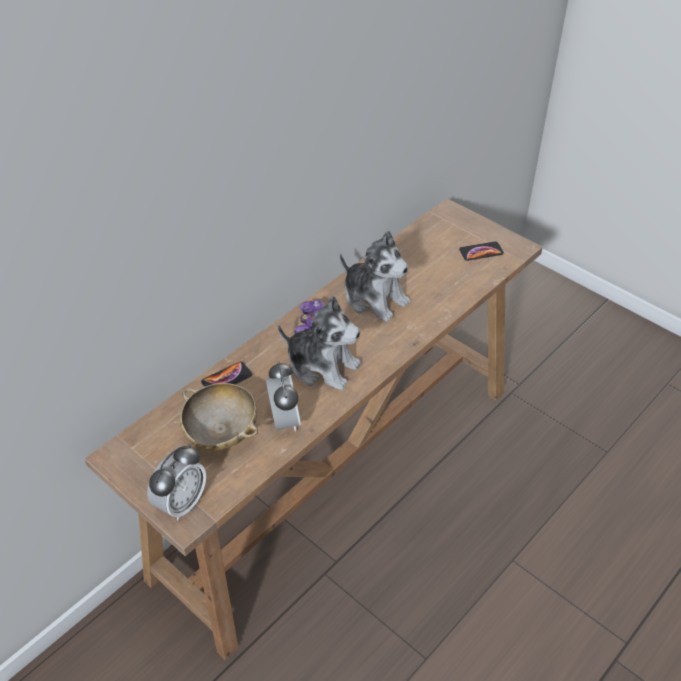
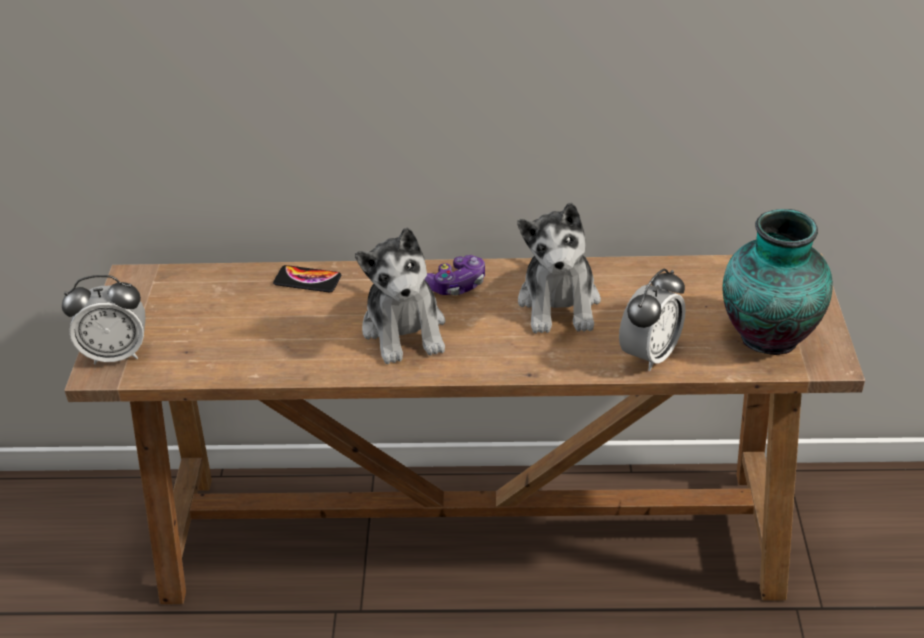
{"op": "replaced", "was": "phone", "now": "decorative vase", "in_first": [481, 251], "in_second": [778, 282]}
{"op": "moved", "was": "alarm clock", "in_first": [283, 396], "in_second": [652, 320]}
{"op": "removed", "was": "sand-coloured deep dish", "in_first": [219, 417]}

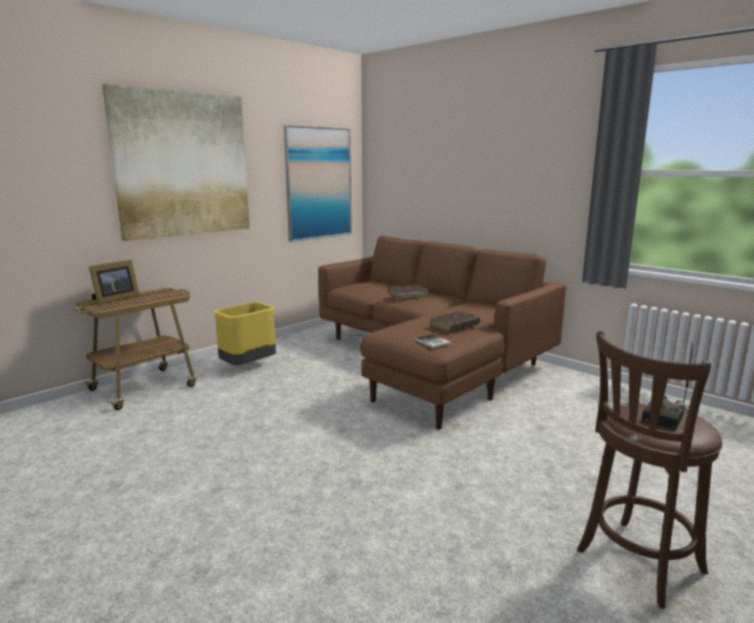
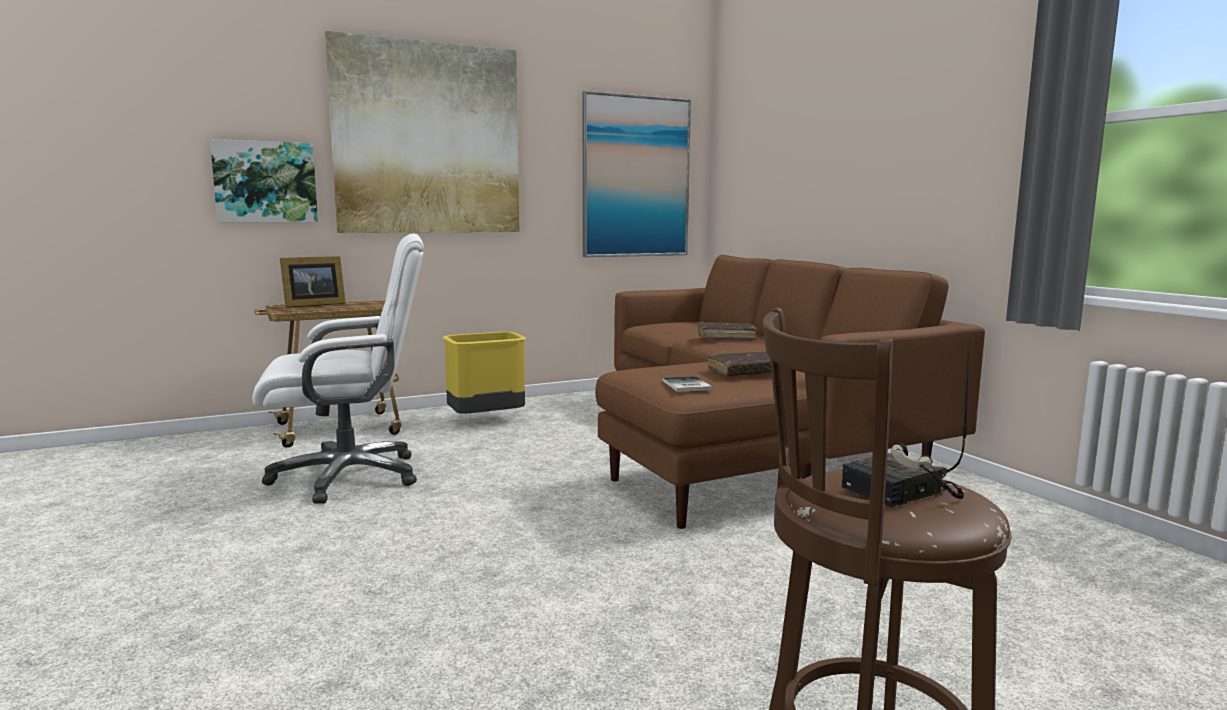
{"op": "added", "now": "wall art", "in_second": [264, 181]}
{"op": "added", "now": "white computer chair", "in_second": [338, 369]}

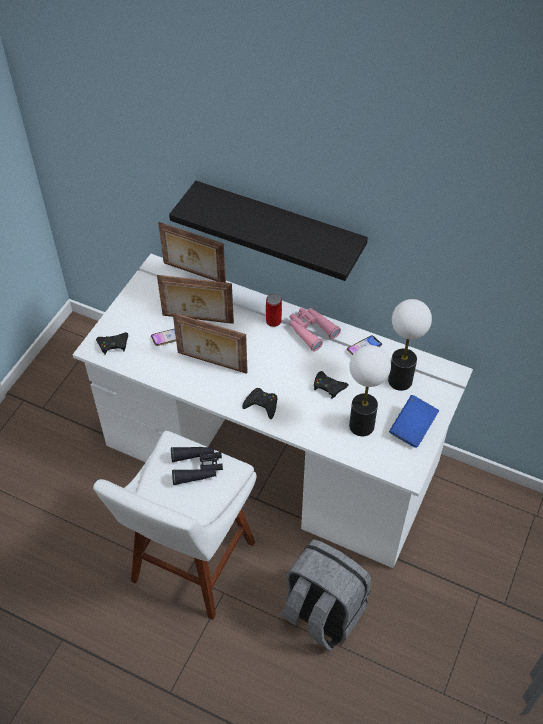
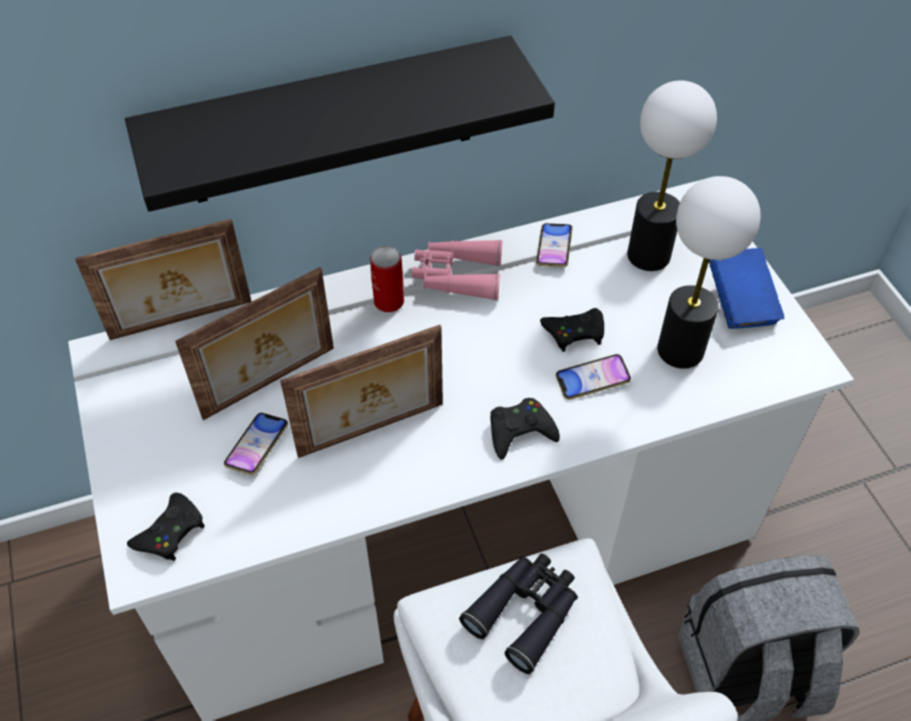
{"op": "added", "now": "phone", "in_second": [593, 377]}

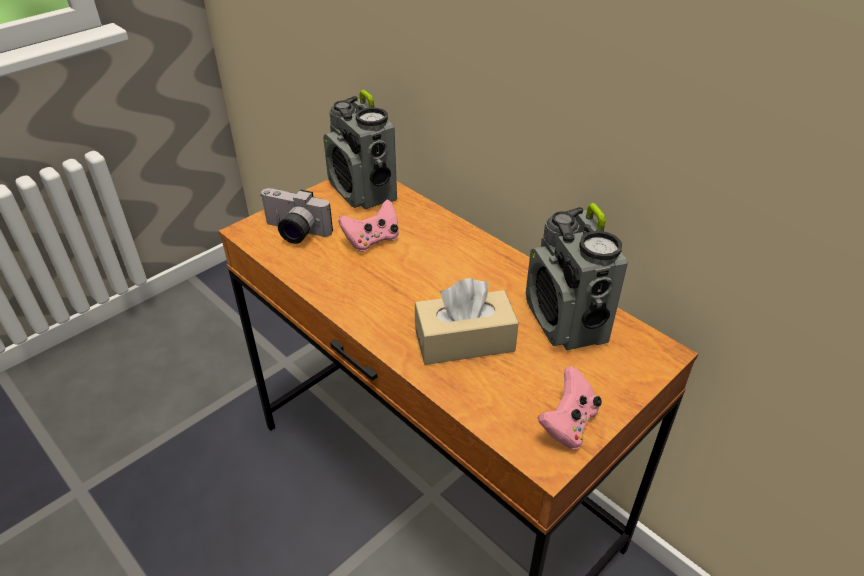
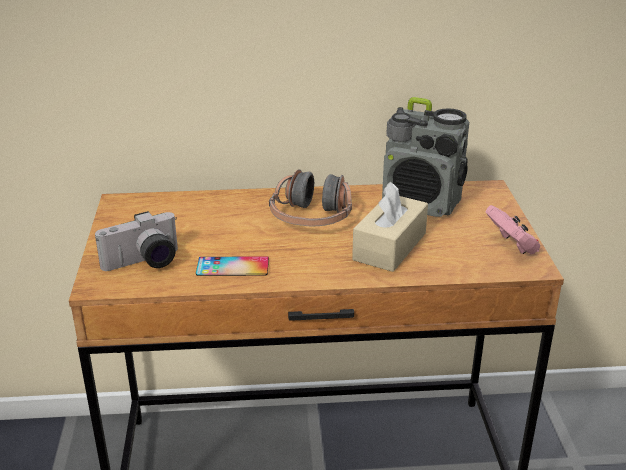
{"op": "removed", "was": "radio", "in_first": [360, 149]}
{"op": "removed", "was": "pinkish gamepad", "in_first": [368, 225]}
{"op": "added", "now": "headphones", "in_second": [310, 198]}
{"op": "added", "now": "phone", "in_second": [232, 266]}

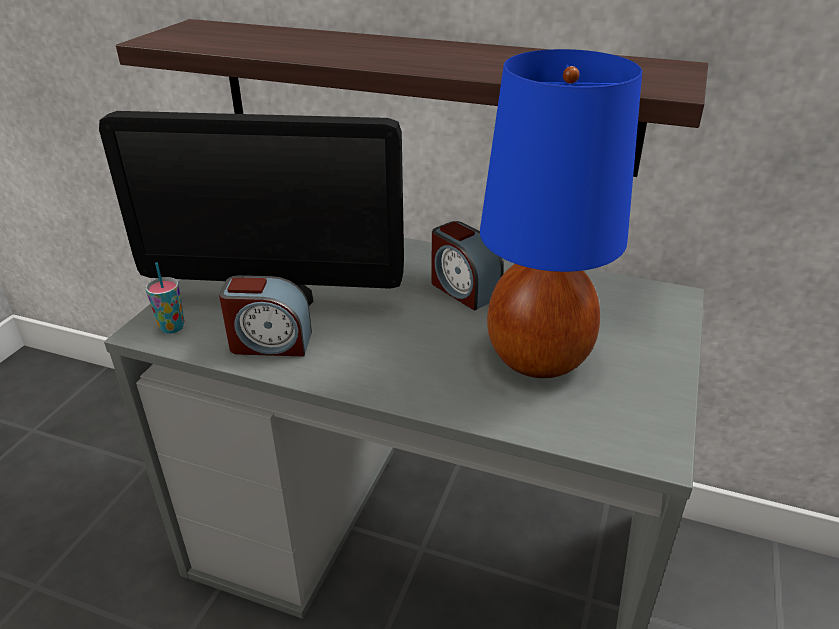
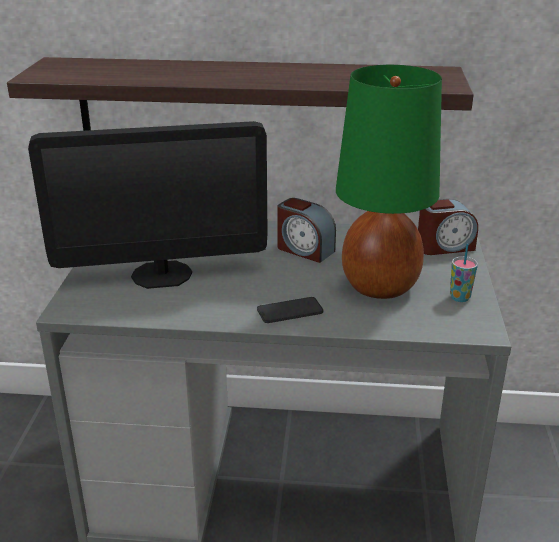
{"op": "recoloured", "was": "blue-coloured tabletop lamp", "now": "green tabletop lamp", "in_first": [561, 213], "in_second": [389, 182]}
{"op": "moved", "was": "drinking cup", "in_first": [165, 298], "in_second": [464, 273]}
{"op": "moved", "was": "alarm clock", "in_first": [265, 316], "in_second": [448, 227]}
{"op": "added", "now": "phone", "in_second": [290, 310]}

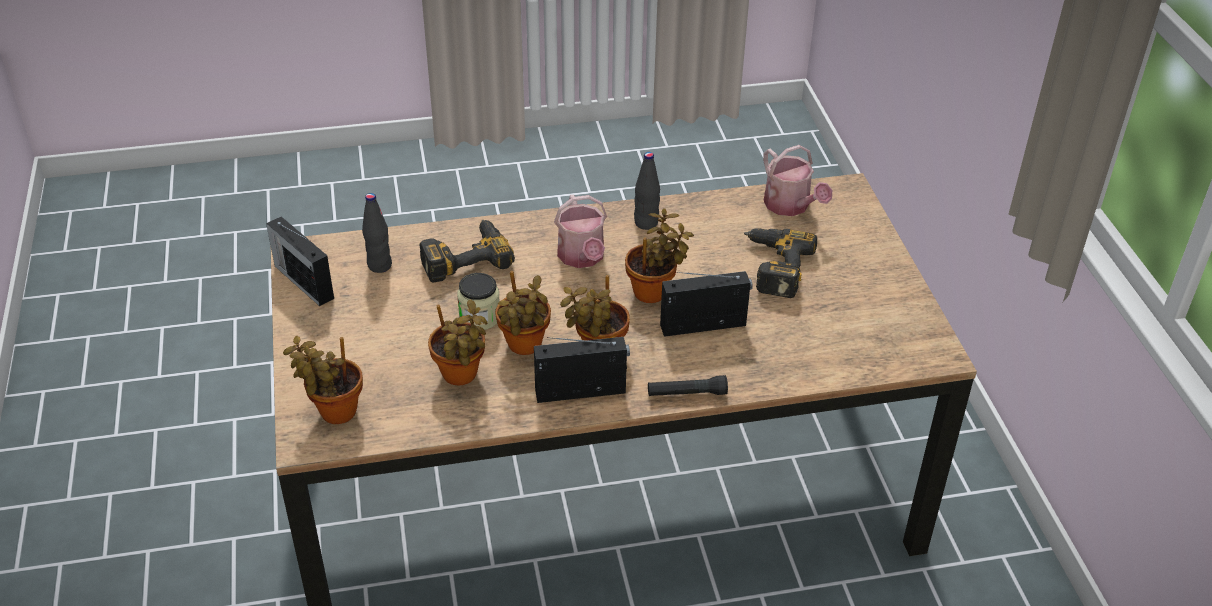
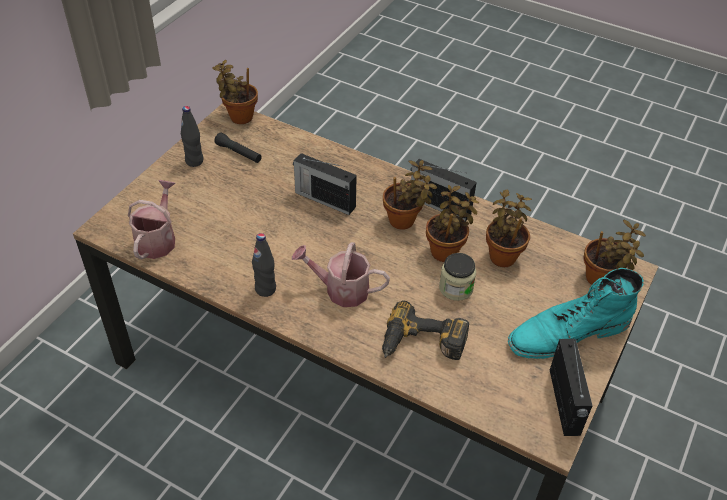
{"op": "moved", "was": "blackish bottle", "in_first": [377, 233], "in_second": [192, 136]}
{"op": "turned", "was": "watering can", "in_first": [580, 231], "in_second": [341, 274], "clockwise": -105}
{"op": "moved", "was": "plant in a pot", "in_first": [659, 255], "in_second": [235, 92]}
{"op": "removed", "was": "electric drill", "in_first": [780, 263]}
{"op": "moved", "was": "blackish hand torch", "in_first": [688, 385], "in_second": [238, 147]}
{"op": "added", "now": "blue-green high-top boot", "in_second": [576, 313]}

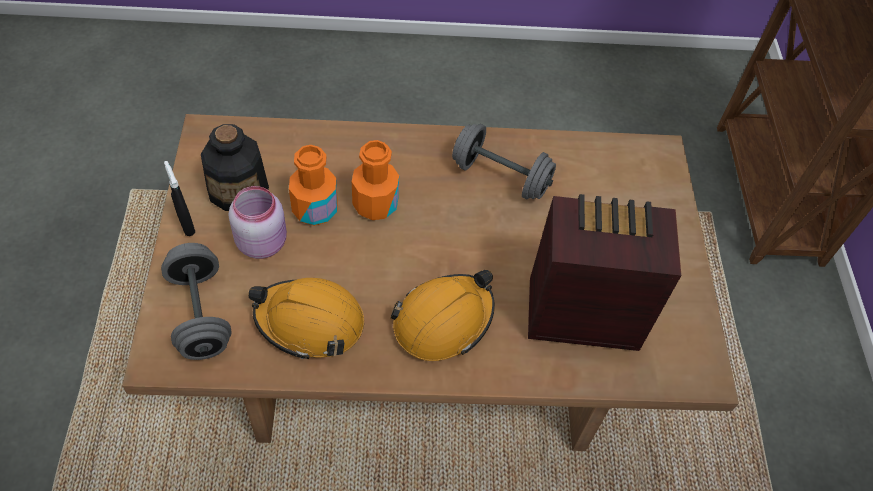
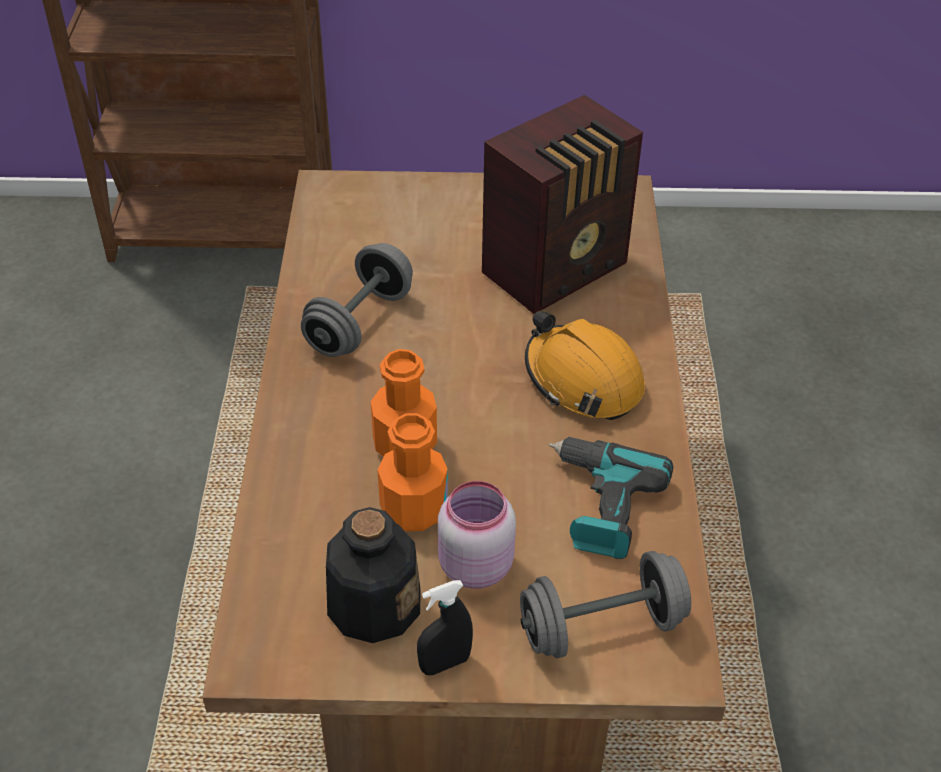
{"op": "turned", "was": "radio", "in_first": [604, 272], "in_second": [562, 204], "clockwise": -135}
{"op": "replaced", "was": "orange work helmet", "now": "electric drill", "in_first": [306, 318], "in_second": [611, 498]}

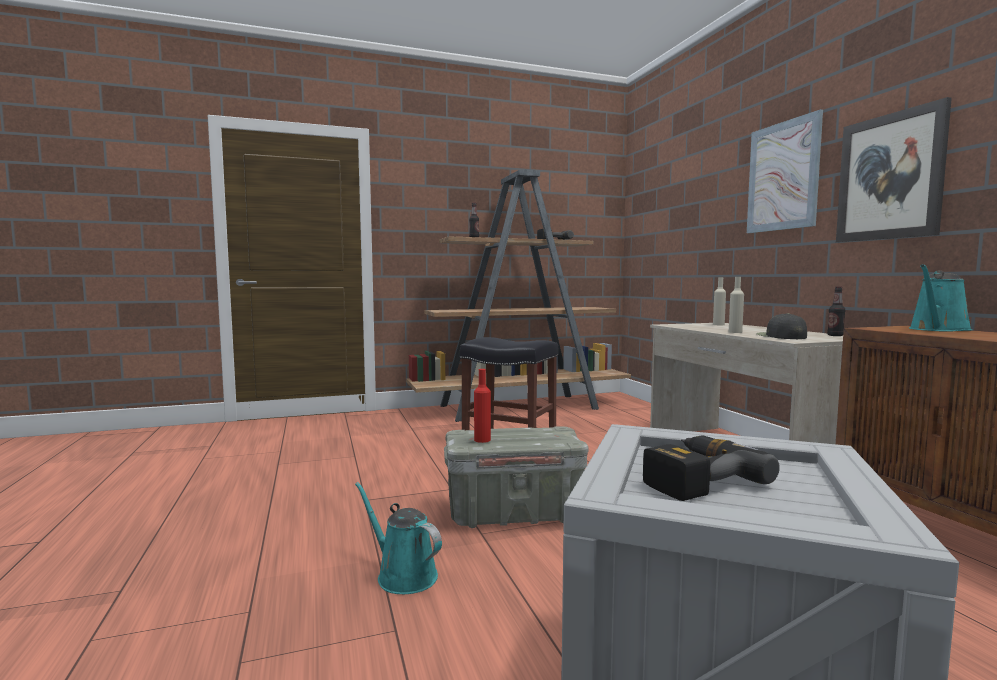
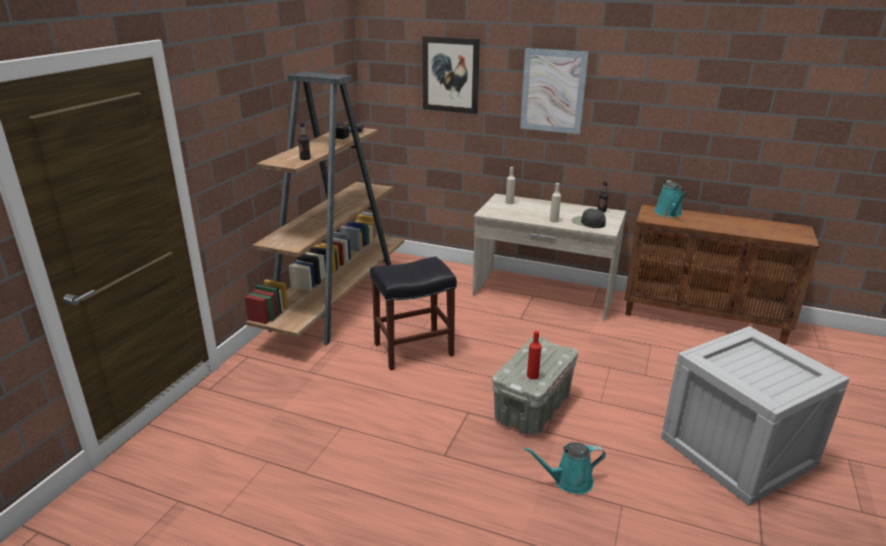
{"op": "moved", "was": "wall art", "in_first": [894, 170], "in_second": [451, 75]}
{"op": "removed", "was": "electric drill", "in_first": [711, 468]}

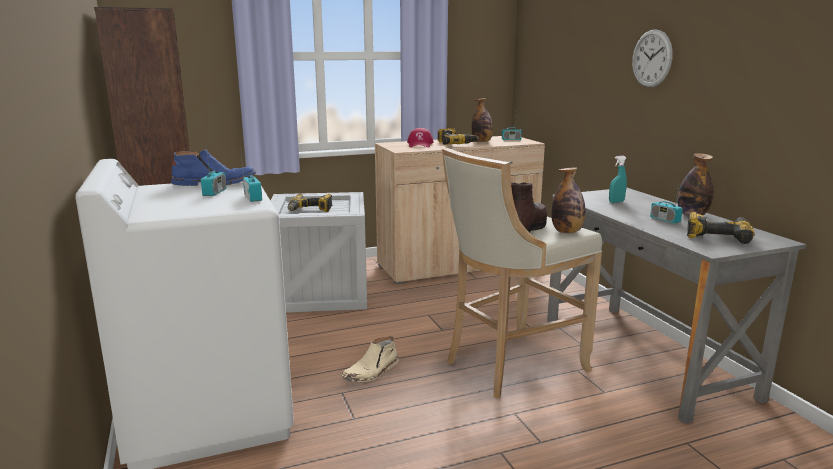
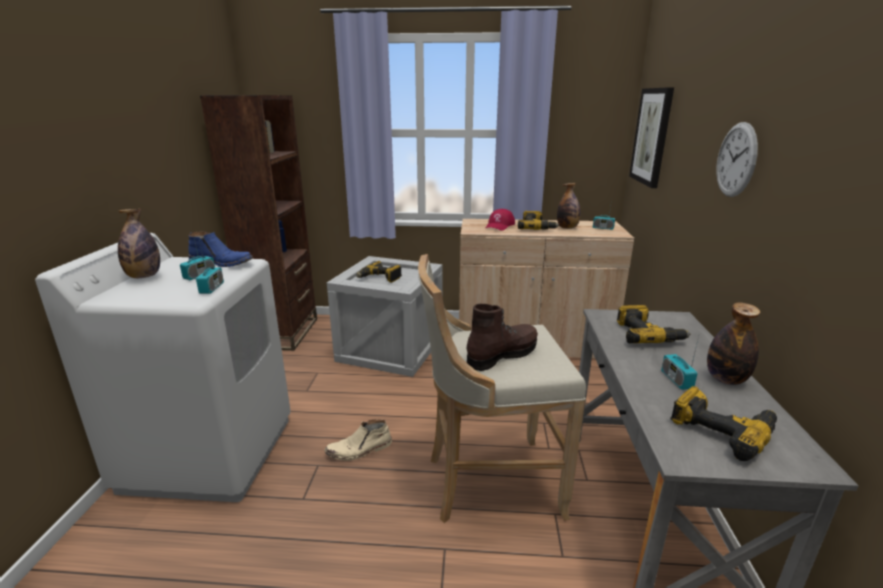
{"op": "replaced", "was": "blue-green spray bottle", "now": "electric drill", "in_first": [618, 179], "in_second": [653, 324]}
{"op": "moved", "was": "bottle", "in_first": [568, 200], "in_second": [139, 243]}
{"op": "added", "now": "wall art", "in_second": [651, 137]}

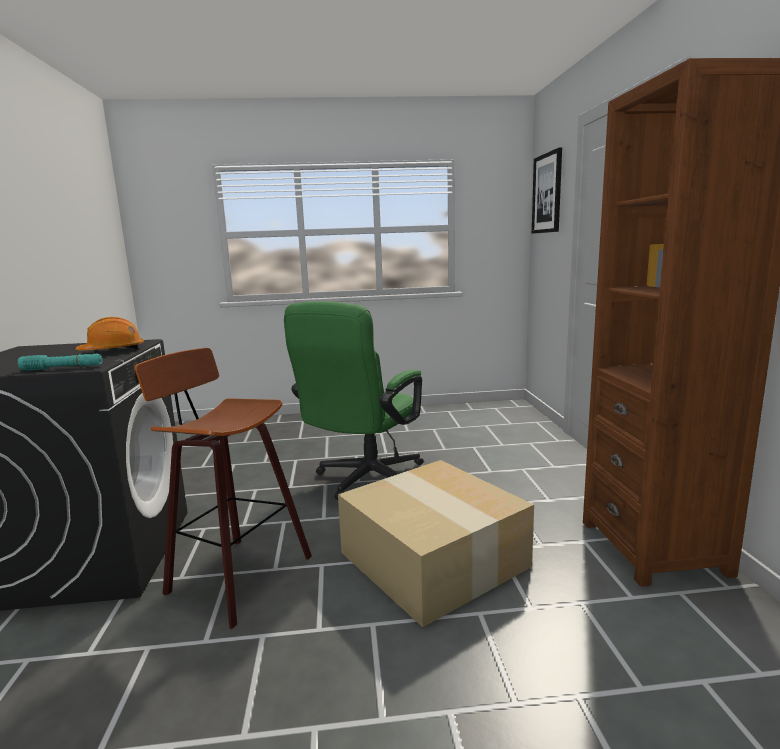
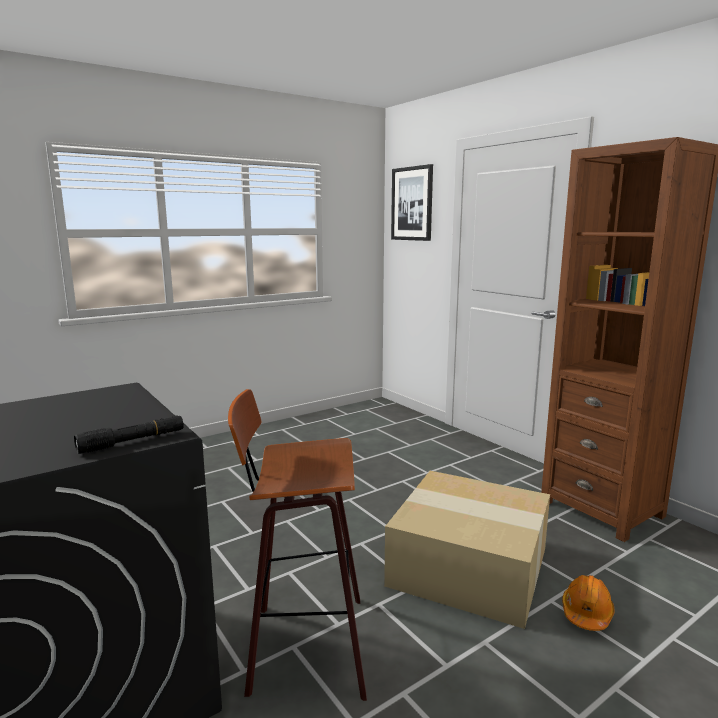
{"op": "removed", "was": "green computer chair", "in_first": [354, 400]}
{"op": "moved", "was": "orange work helmet", "in_first": [110, 333], "in_second": [588, 603]}
{"op": "recoloured", "was": "blue-green hand torch", "now": "blackish hand torch", "in_first": [60, 362], "in_second": [129, 434]}

